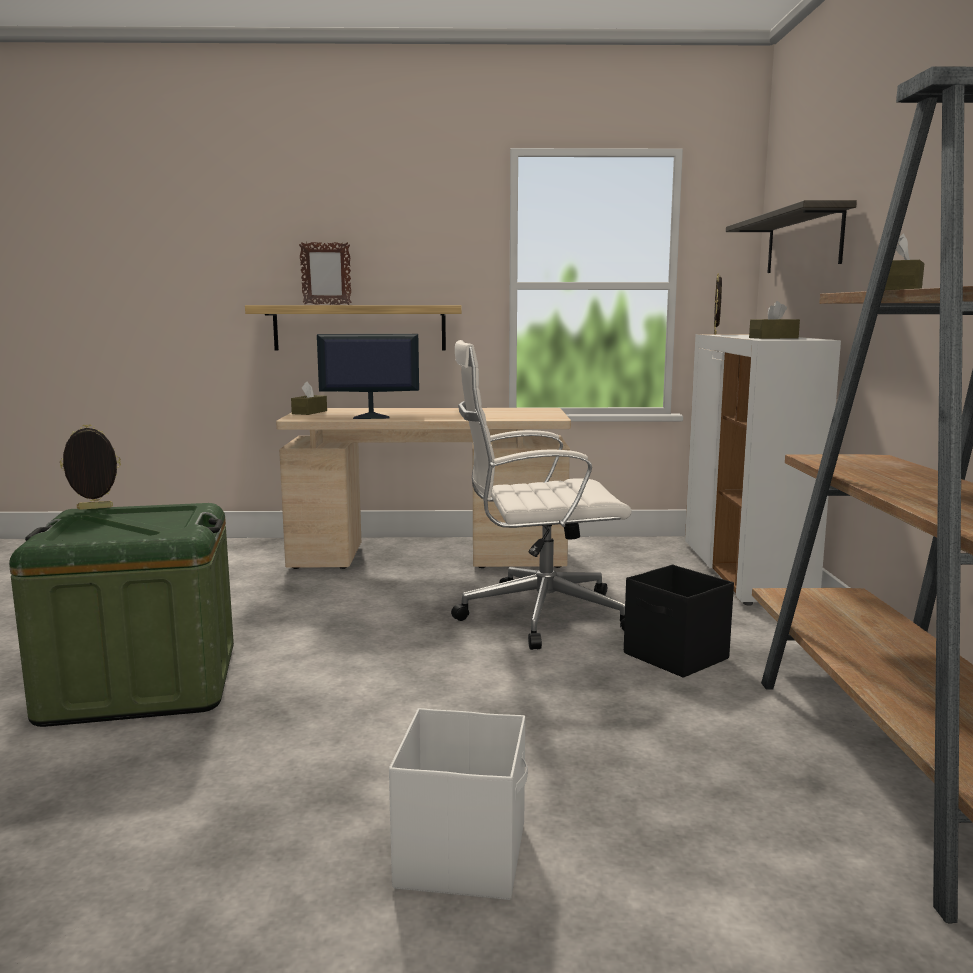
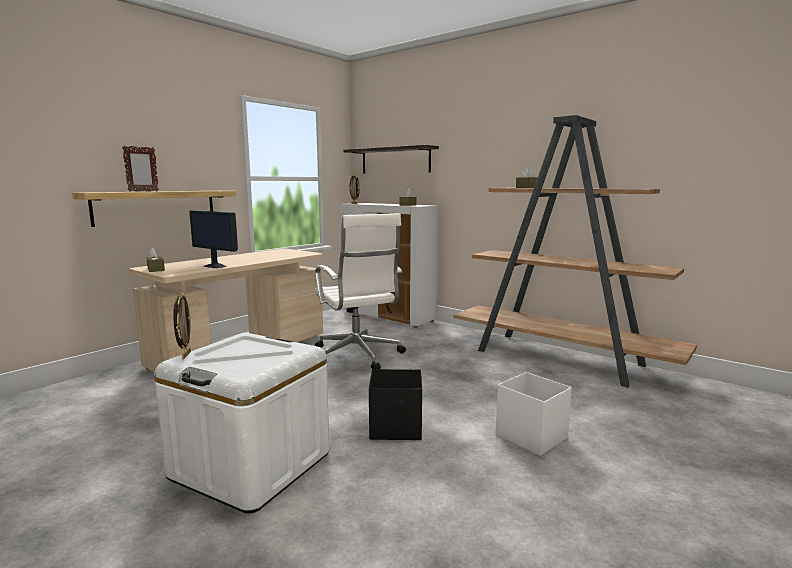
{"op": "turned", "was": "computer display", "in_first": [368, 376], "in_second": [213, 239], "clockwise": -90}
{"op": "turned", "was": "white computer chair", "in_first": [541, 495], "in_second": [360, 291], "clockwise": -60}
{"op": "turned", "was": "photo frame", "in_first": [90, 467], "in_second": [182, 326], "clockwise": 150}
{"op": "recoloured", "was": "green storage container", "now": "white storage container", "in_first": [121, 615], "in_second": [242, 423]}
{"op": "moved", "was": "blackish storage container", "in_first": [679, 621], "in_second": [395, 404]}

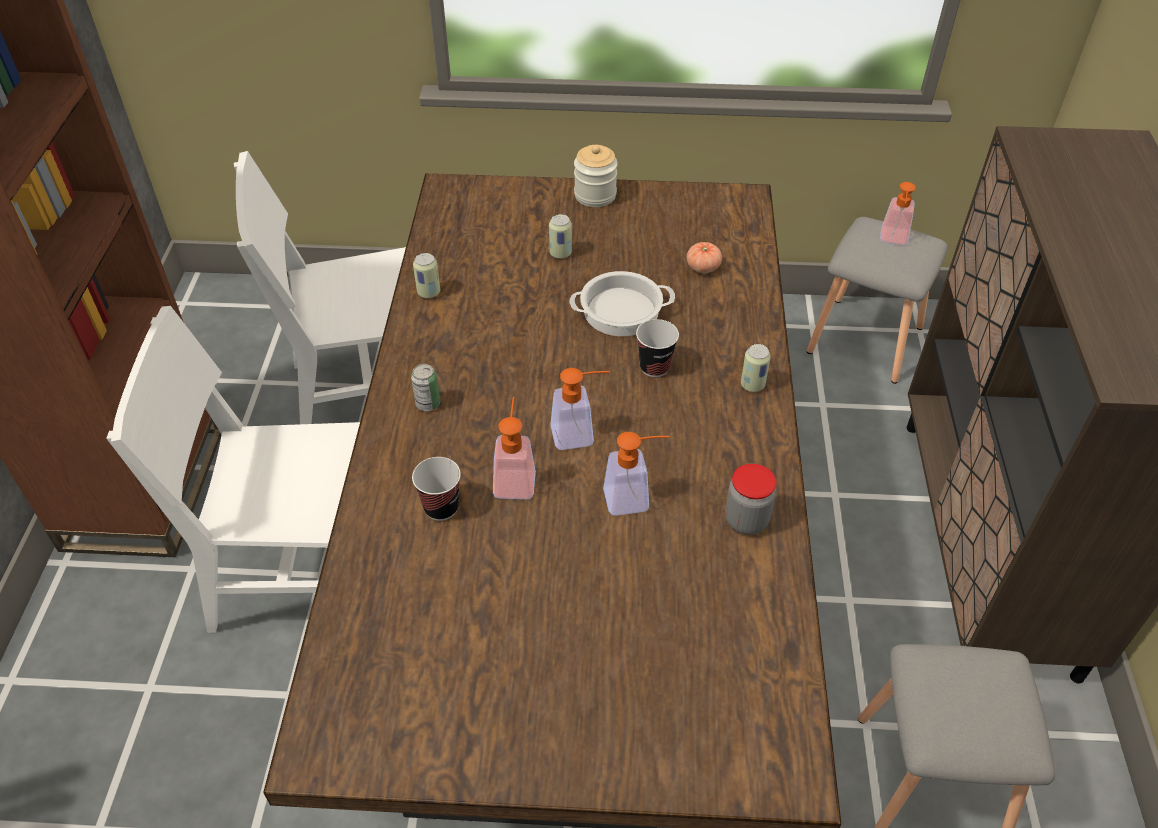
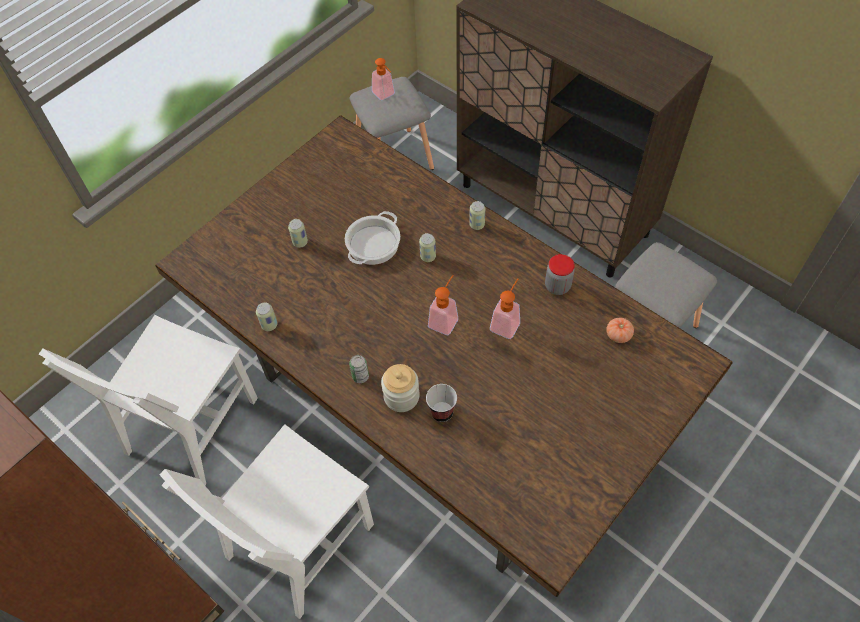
{"op": "moved", "was": "storage jar", "in_first": [596, 176], "in_second": [400, 388]}
{"op": "moved", "was": "fresh tomato", "in_first": [704, 257], "in_second": [620, 330]}
{"op": "replaced", "was": "drinking cup", "now": "can", "in_first": [657, 348], "in_second": [427, 247]}
{"op": "removed", "was": "liquid soap bottle", "in_first": [514, 448]}

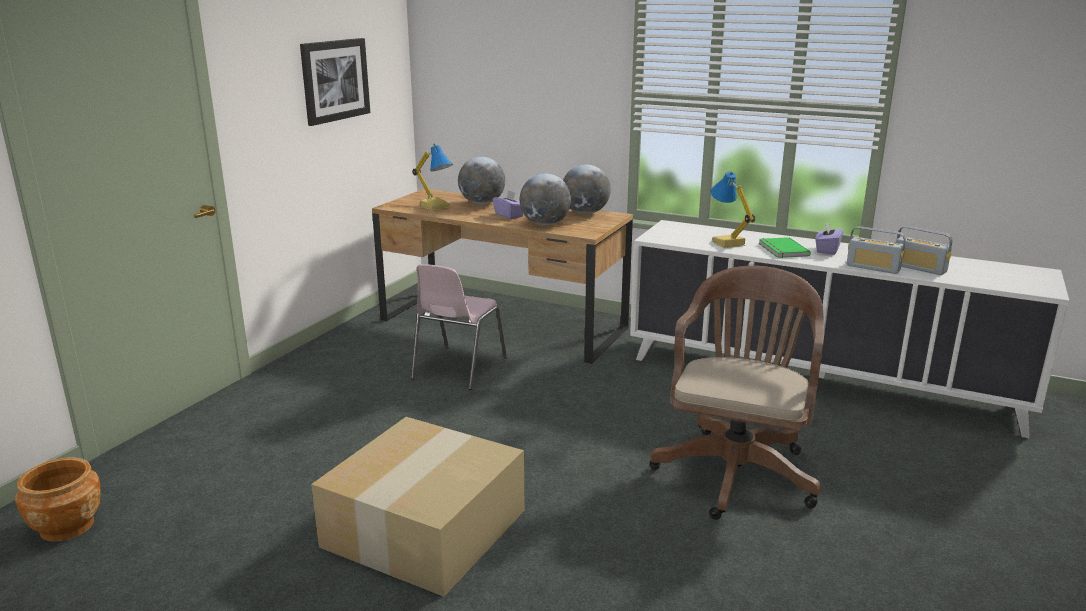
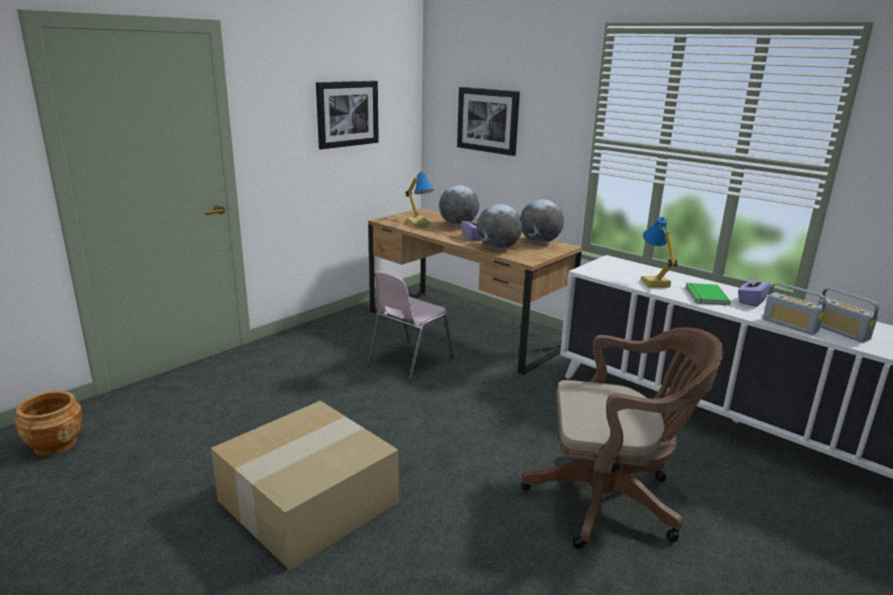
{"op": "turned", "was": "brownish computer chair", "in_first": [736, 393], "in_second": [622, 438], "clockwise": 60}
{"op": "added", "now": "wall art", "in_second": [488, 121]}

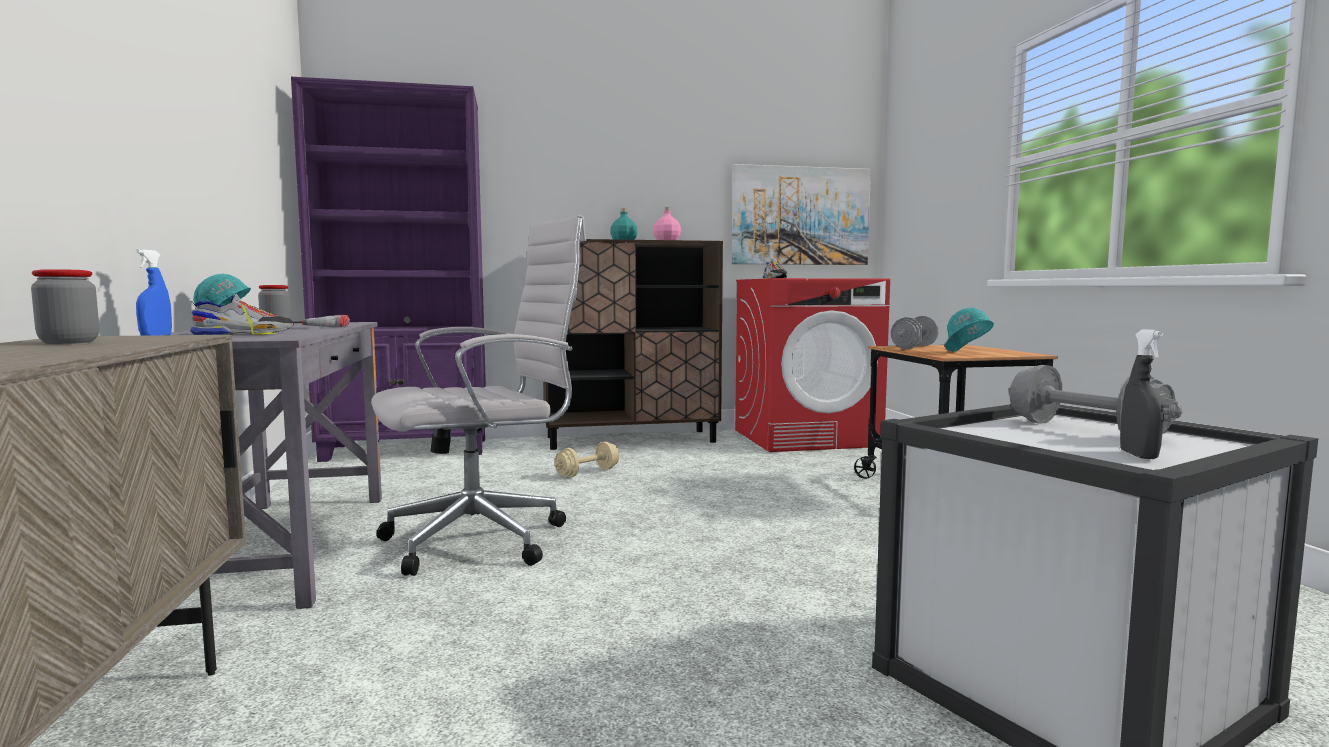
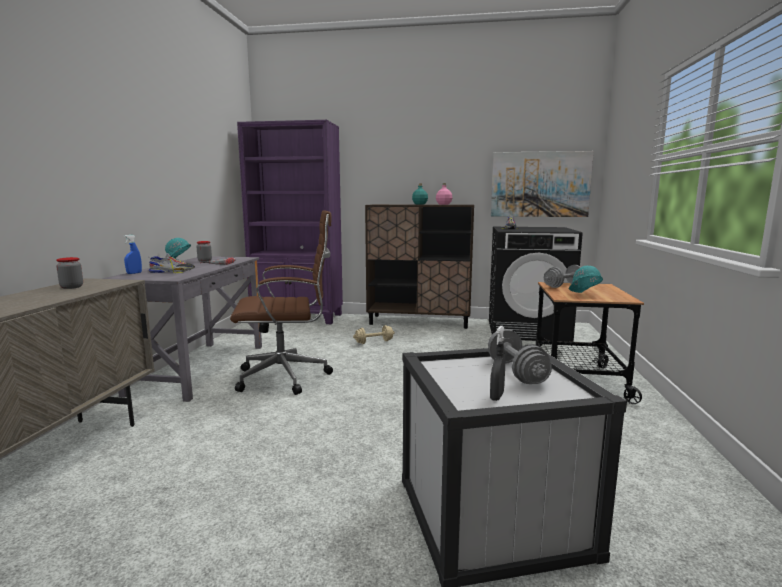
{"op": "recoloured", "was": "white computer chair", "now": "brownish computer chair", "in_first": [478, 395], "in_second": [281, 302]}
{"op": "recoloured", "was": "red laundry appliance", "now": "blackish laundry appliance", "in_first": [812, 365], "in_second": [536, 284]}

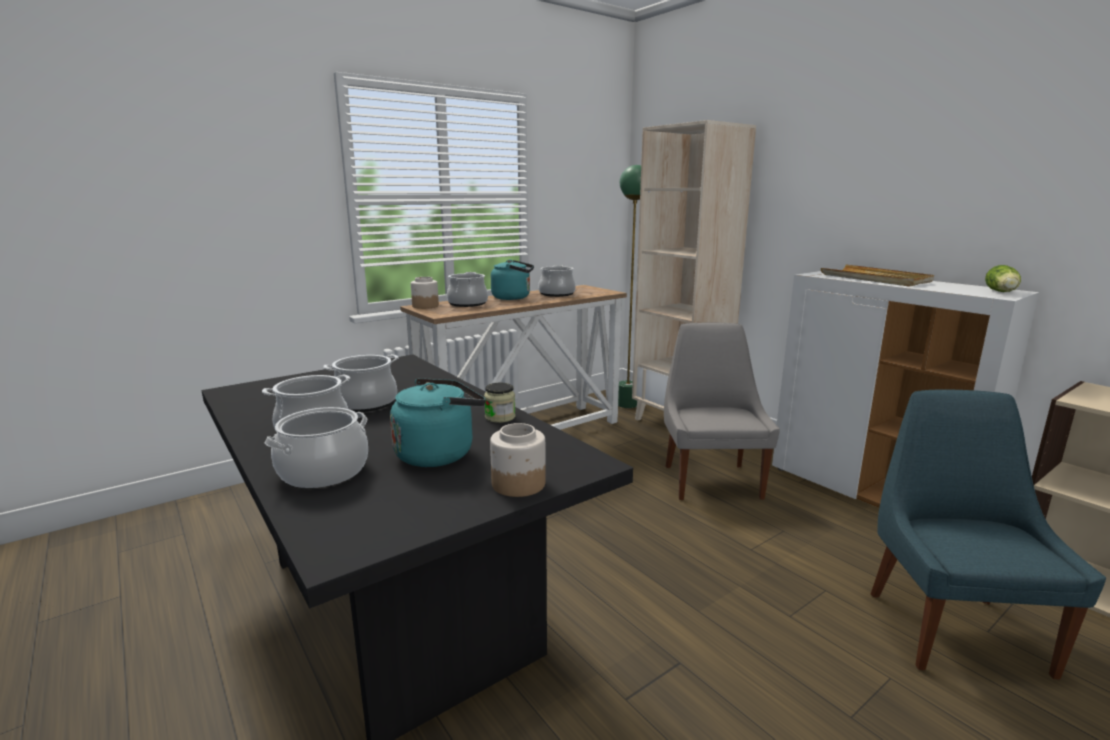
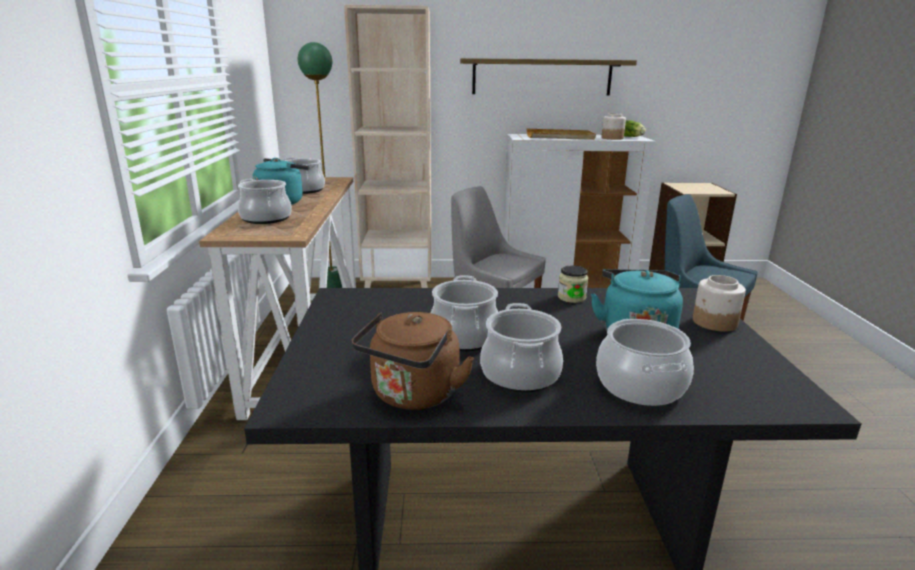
{"op": "moved", "was": "storage jar", "in_first": [425, 293], "in_second": [613, 126]}
{"op": "added", "now": "shelf", "in_second": [548, 77]}
{"op": "added", "now": "brownish kettle", "in_second": [413, 361]}

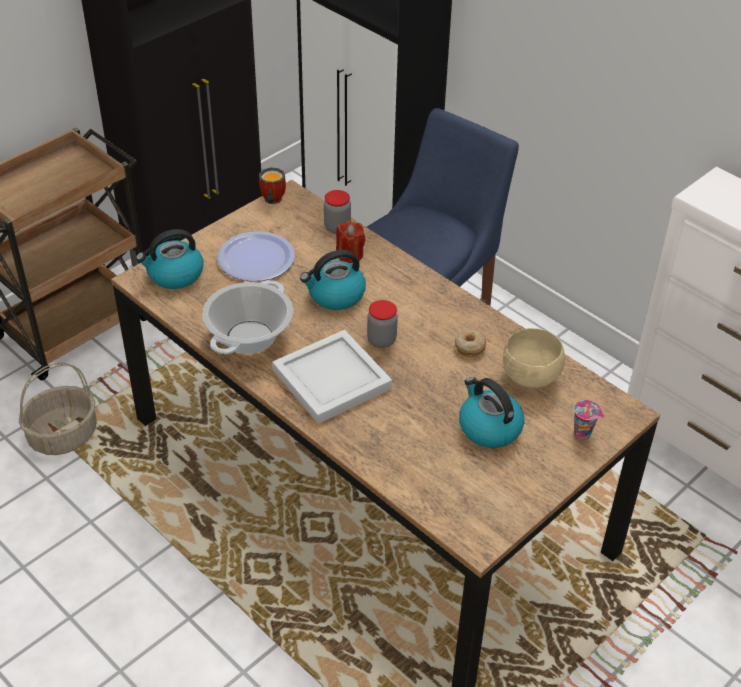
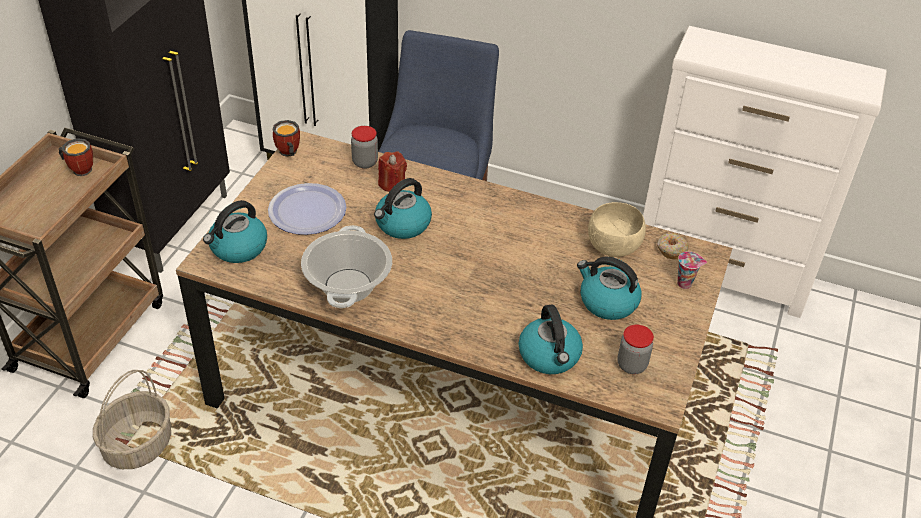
{"op": "moved", "was": "storage jar", "in_first": [382, 324], "in_second": [635, 349]}
{"op": "moved", "was": "doughnut", "in_first": [470, 343], "in_second": [673, 246]}
{"op": "removed", "was": "white tray", "in_first": [332, 377]}
{"op": "added", "now": "mug", "in_second": [76, 157]}
{"op": "added", "now": "kettle", "in_second": [550, 339]}

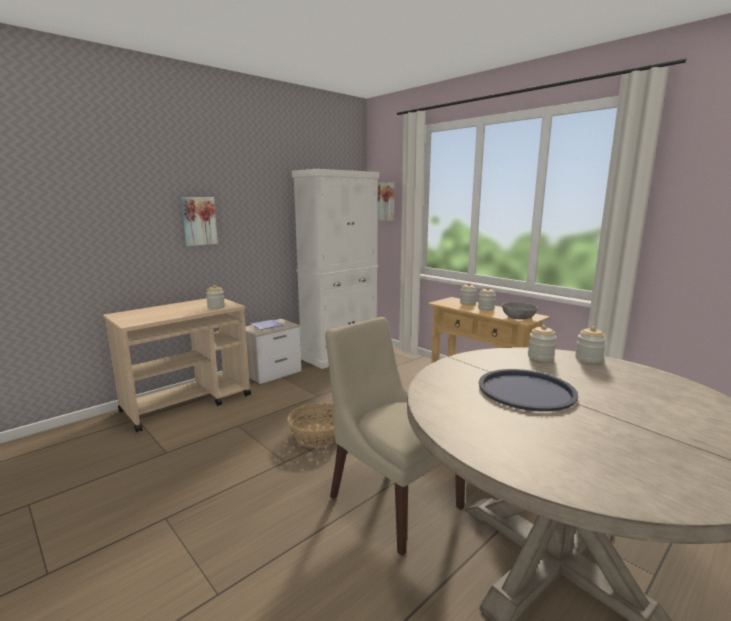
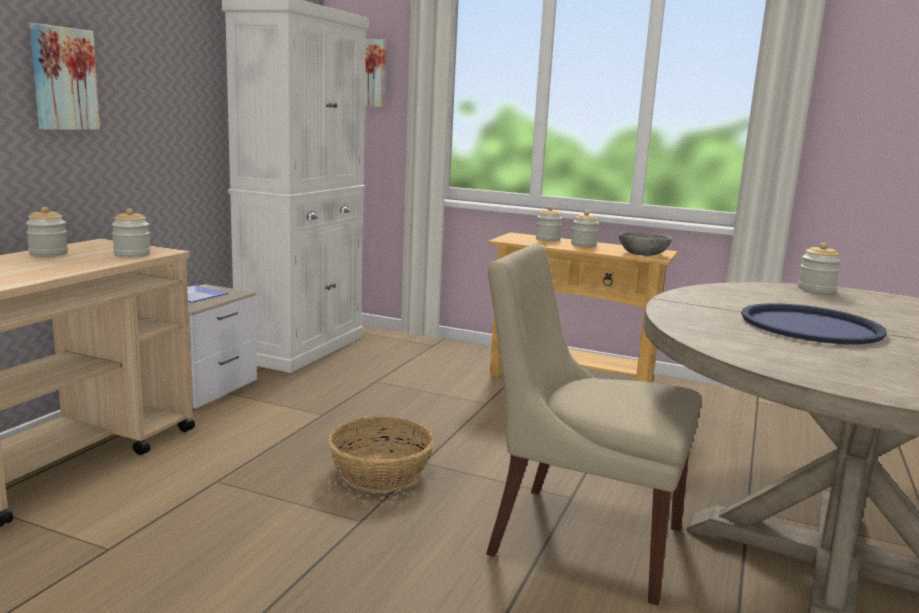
{"op": "moved", "was": "storage jar", "in_first": [542, 343], "in_second": [47, 232]}

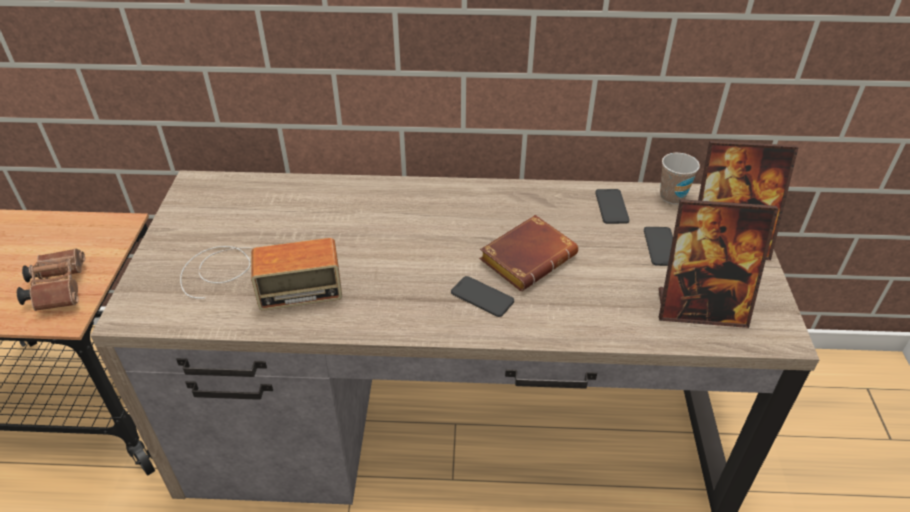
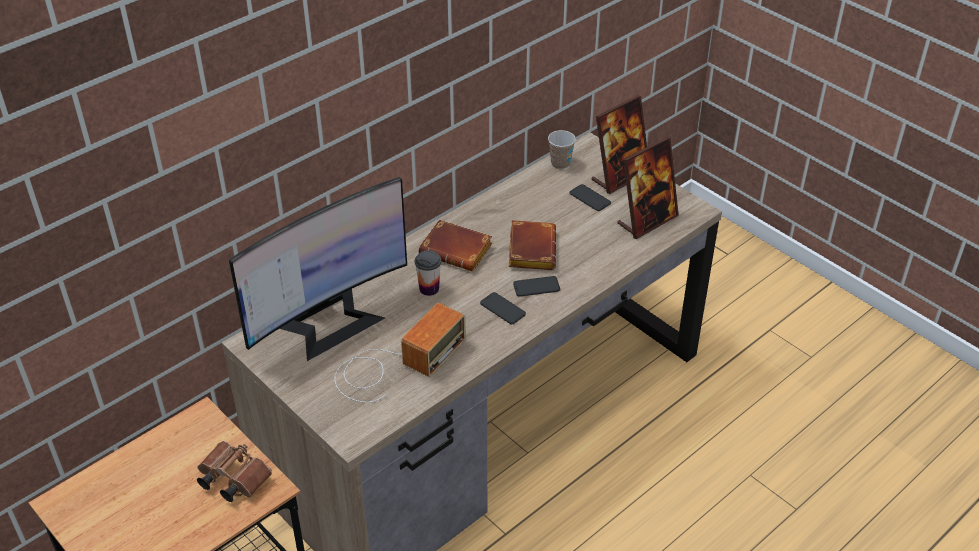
{"op": "moved", "was": "phone", "in_first": [612, 206], "in_second": [503, 308]}
{"op": "added", "now": "computer display", "in_second": [318, 269]}
{"op": "added", "now": "brownish bound book", "in_second": [455, 245]}
{"op": "added", "now": "drinking cup", "in_second": [428, 273]}

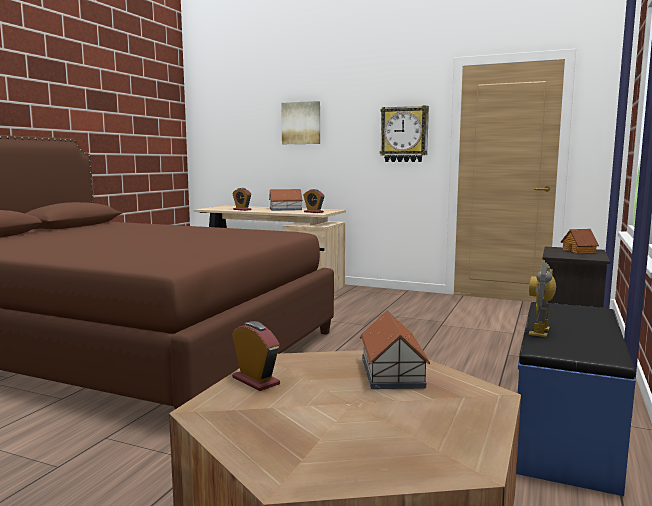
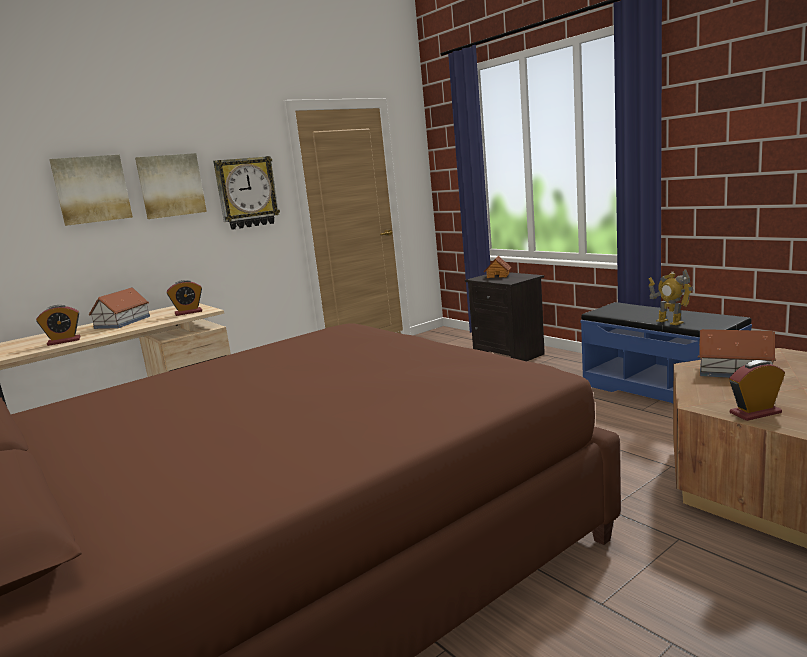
{"op": "added", "now": "wall art", "in_second": [171, 186]}

